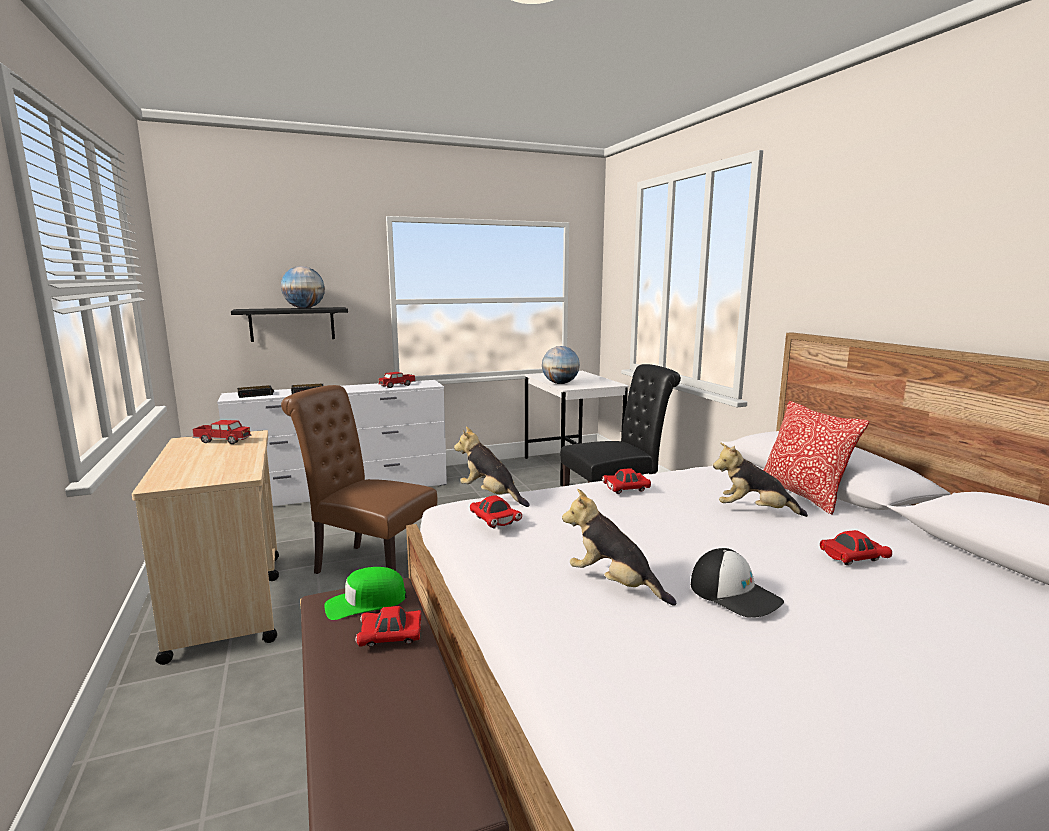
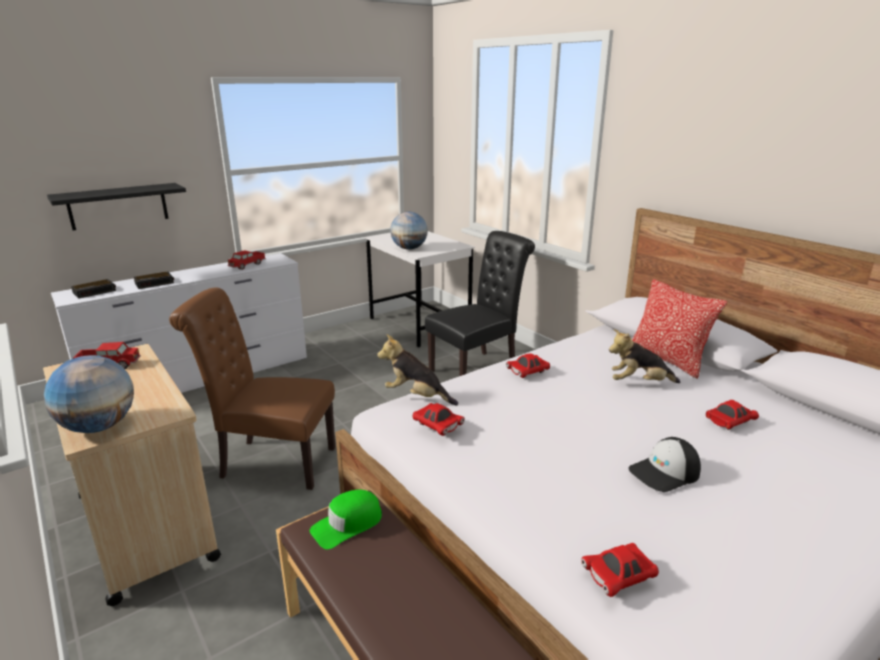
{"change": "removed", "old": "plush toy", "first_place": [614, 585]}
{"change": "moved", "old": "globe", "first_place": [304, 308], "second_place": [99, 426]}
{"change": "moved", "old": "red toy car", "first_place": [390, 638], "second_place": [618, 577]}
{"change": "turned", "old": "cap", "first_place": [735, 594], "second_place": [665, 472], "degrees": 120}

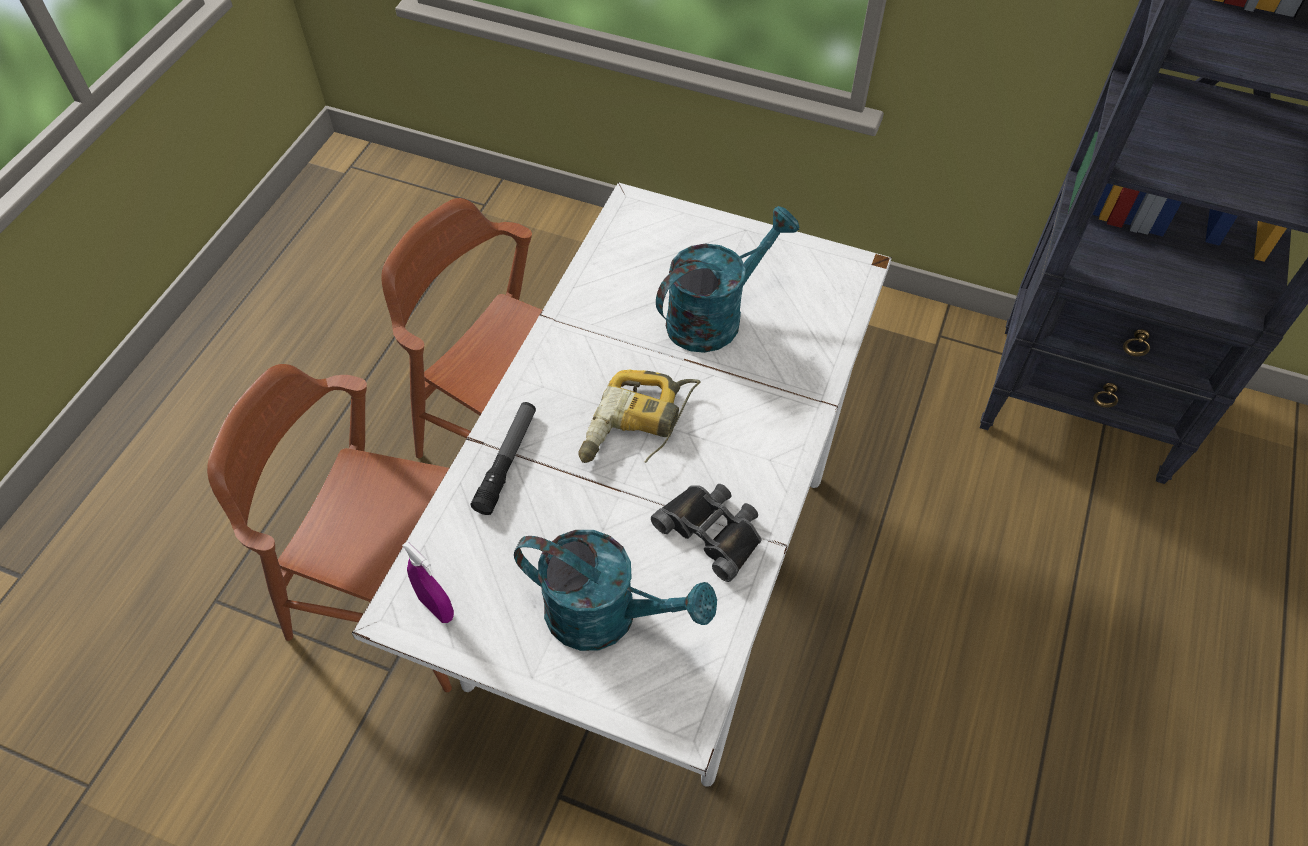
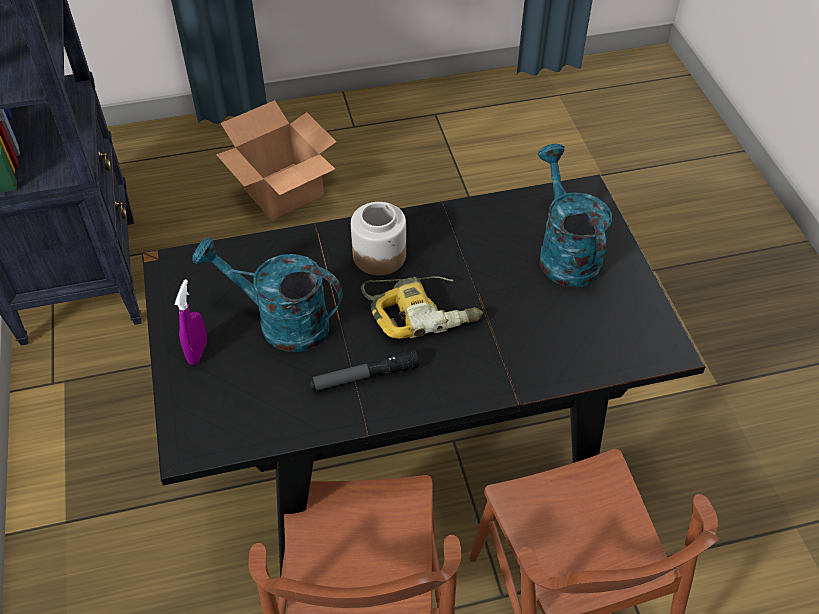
{"change": "removed", "old": "black binoculars", "first_place": [712, 530]}
{"change": "added", "new": "cardboard box", "second_place": [283, 190]}
{"change": "added", "new": "jar", "second_place": [379, 255]}
{"change": "moved", "old": "purple spray bottle", "first_place": [436, 607], "second_place": [197, 352]}
{"change": "moved", "old": "flashlight", "first_place": [507, 462], "second_place": [364, 376]}
{"change": "recoloured", "old": "white dining table", "new": "black dining table", "first_place": [653, 573], "second_place": [409, 451]}

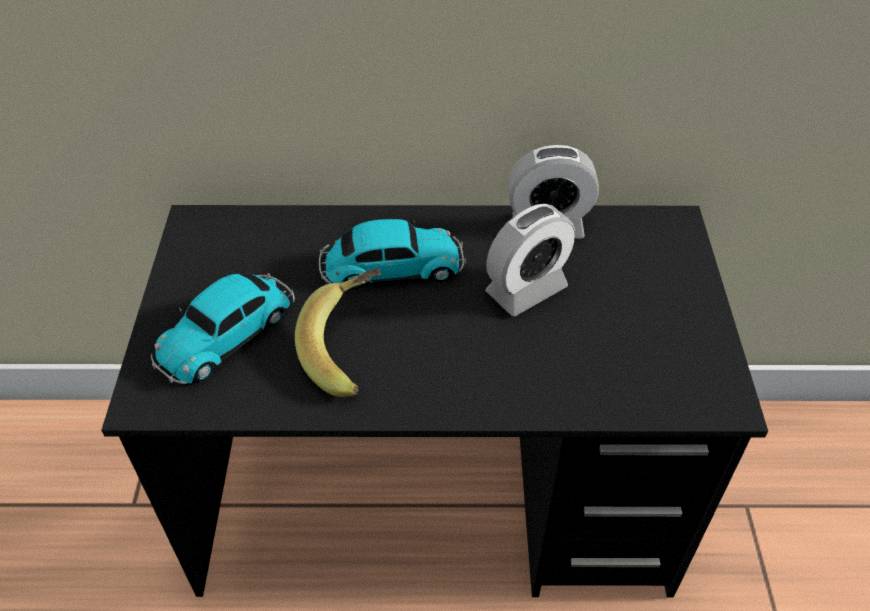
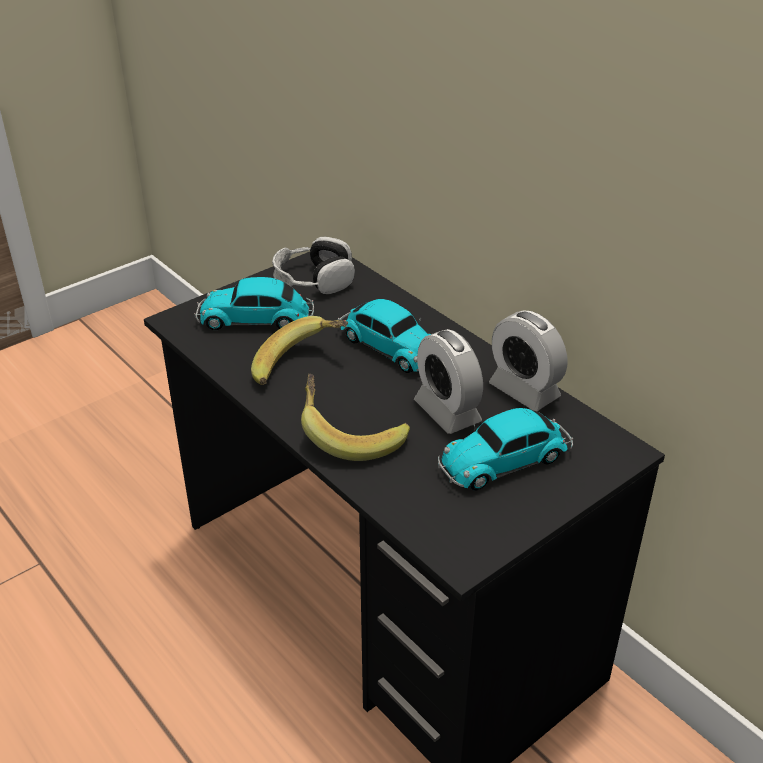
{"change": "added", "new": "headphones", "second_place": [313, 280]}
{"change": "added", "new": "banana", "second_place": [350, 435]}
{"change": "added", "new": "toy car", "second_place": [506, 460]}
{"change": "turned", "old": "alarm clock", "first_place": [526, 290], "second_place": [447, 411], "degrees": 45}

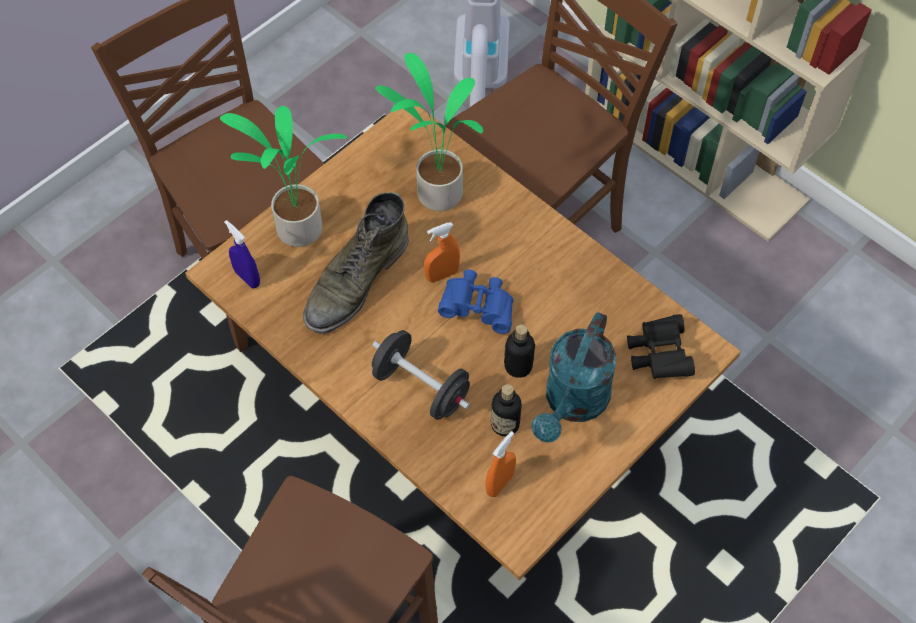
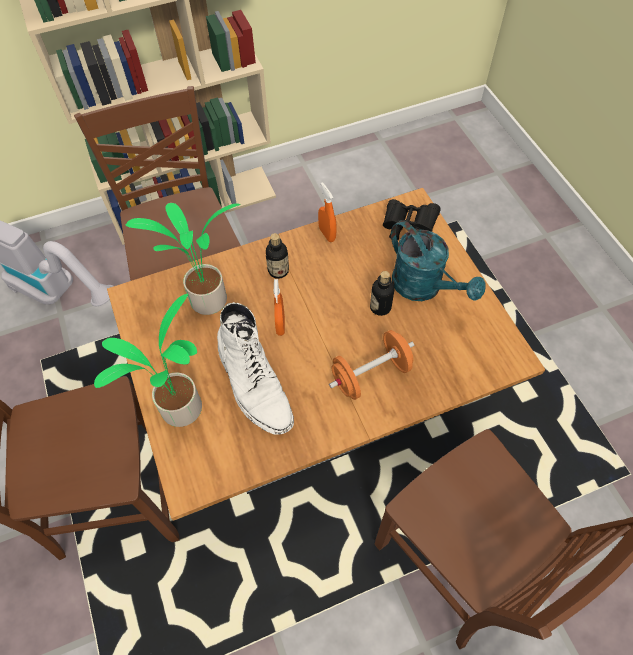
{"change": "removed", "old": "blue spray bottle", "first_place": [247, 278]}
{"change": "removed", "old": "blue binoculars", "first_place": [478, 308]}
{"change": "moved", "old": "orange spray bottle", "first_place": [500, 483], "second_place": [327, 234]}
{"change": "moved", "old": "bottle", "first_place": [505, 424], "second_place": [278, 271]}
{"change": "recoloured", "old": "green boot", "new": "white boot", "first_place": [356, 281], "second_place": [254, 385]}
{"change": "recoloured", "old": "black dumbbell", "new": "orange dumbbell", "first_place": [421, 387], "second_place": [370, 374]}

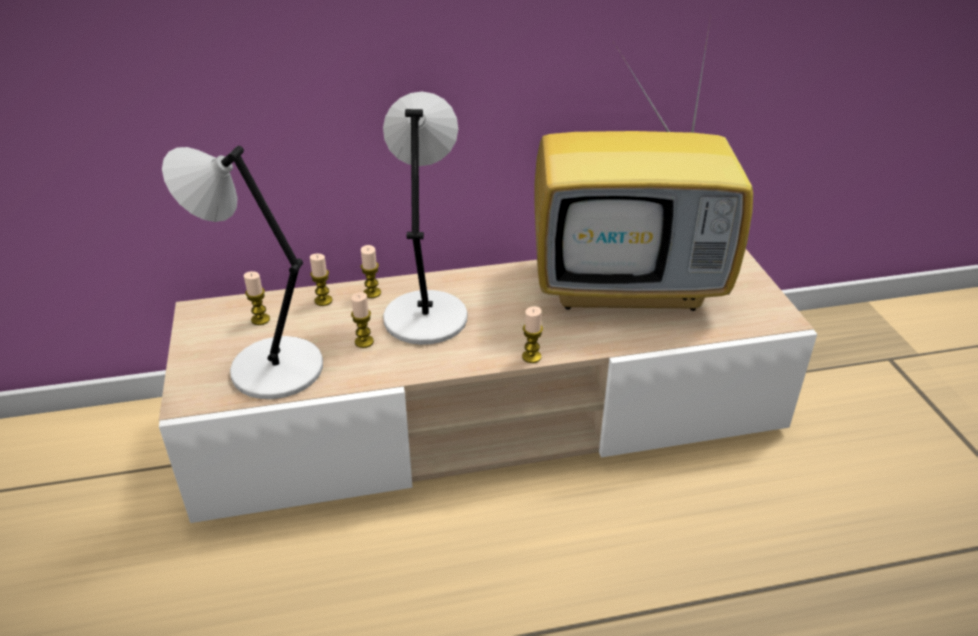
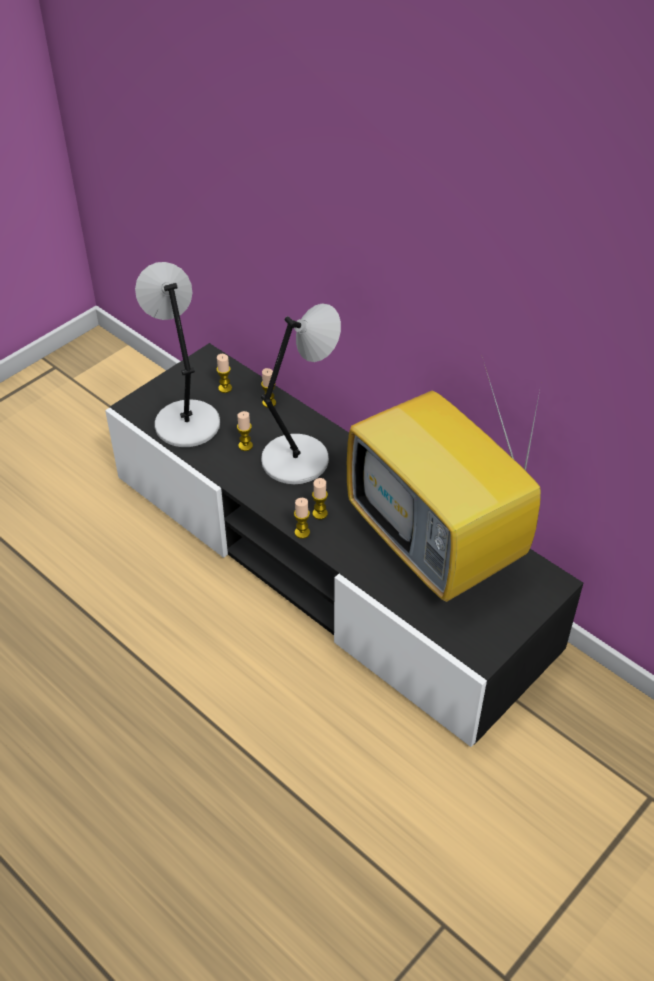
{"change": "moved", "old": "candle", "first_place": [372, 293], "second_place": [320, 513]}
{"change": "recoloured", "old": "beige tv stand", "new": "black tv stand", "first_place": [489, 416], "second_place": [327, 561]}

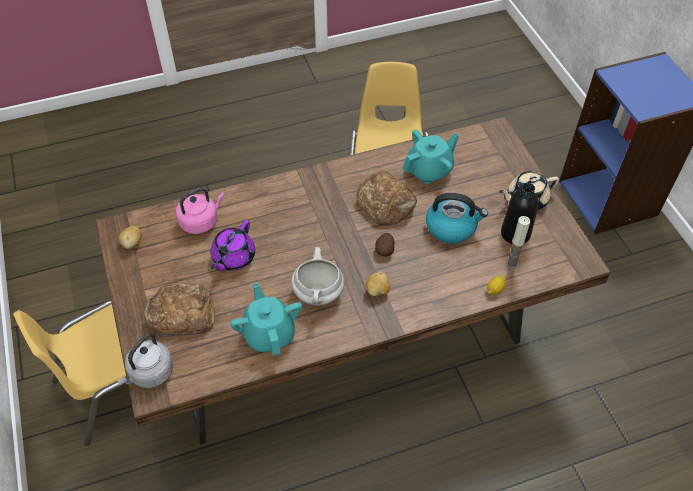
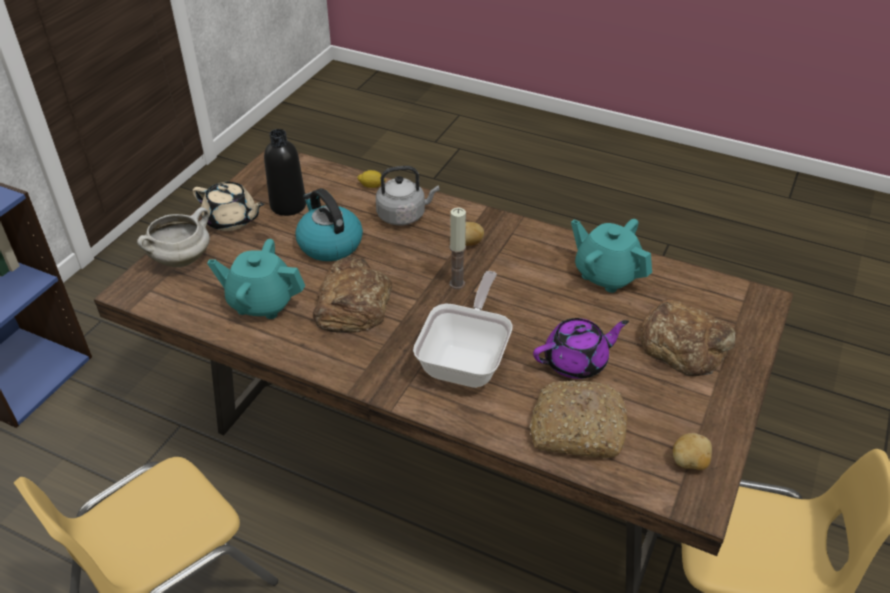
{"change": "removed", "old": "potato", "first_place": [385, 249]}
{"change": "added", "new": "frying pan", "second_place": [467, 360]}
{"change": "moved", "old": "grey kettle", "first_place": [150, 373], "second_place": [404, 215]}
{"change": "moved", "old": "white cooking pot", "first_place": [319, 294], "second_place": [181, 259]}
{"change": "moved", "old": "candle", "first_place": [512, 264], "second_place": [457, 284]}
{"change": "replaced", "old": "pink kettle", "new": "bread", "first_place": [201, 221], "second_place": [576, 429]}
{"change": "turned", "old": "turquoise teapot", "first_place": [269, 334], "second_place": [606, 275], "degrees": 105}

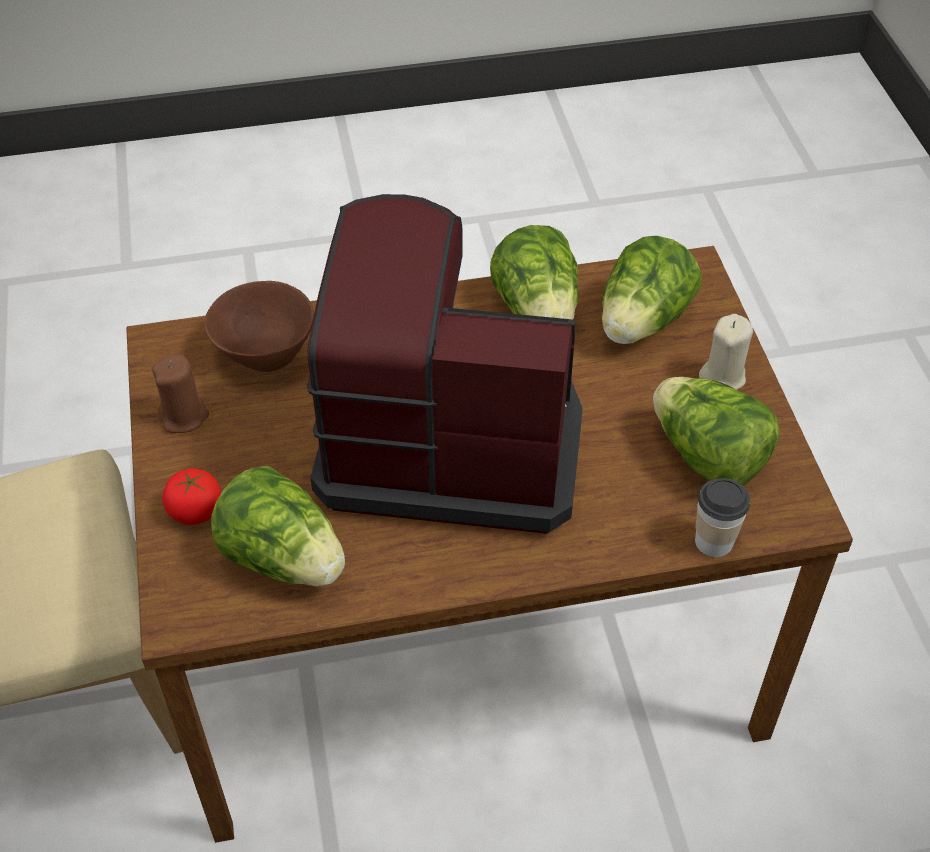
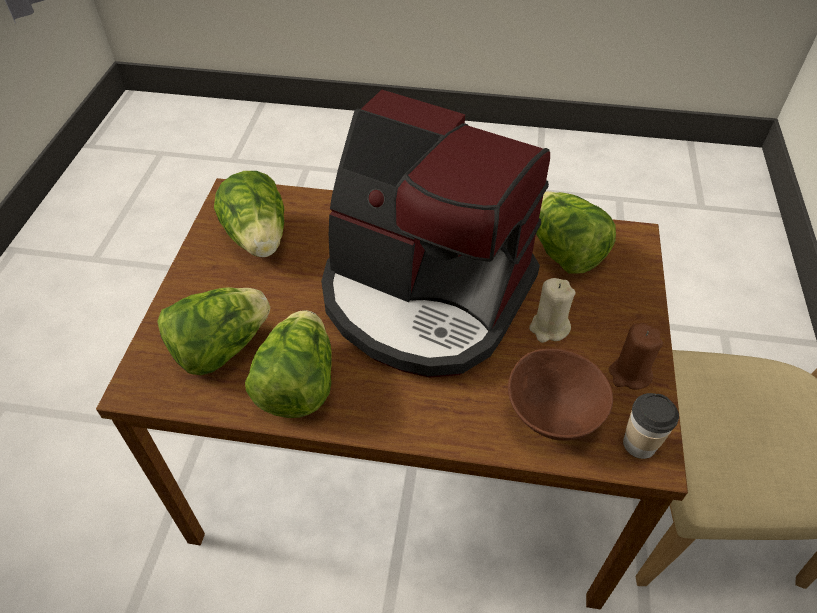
{"change": "removed", "old": "tomato", "first_place": [195, 511]}
{"change": "moved", "old": "cup", "first_place": [714, 541], "second_place": [639, 444]}
{"change": "moved", "old": "beige candle", "first_place": [722, 376], "second_place": [549, 328]}

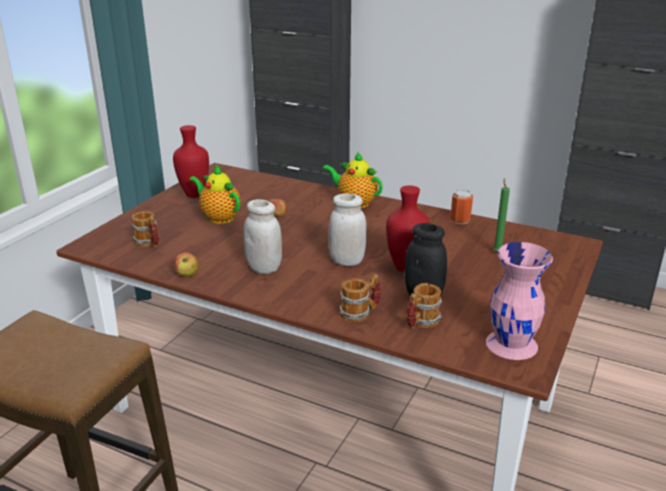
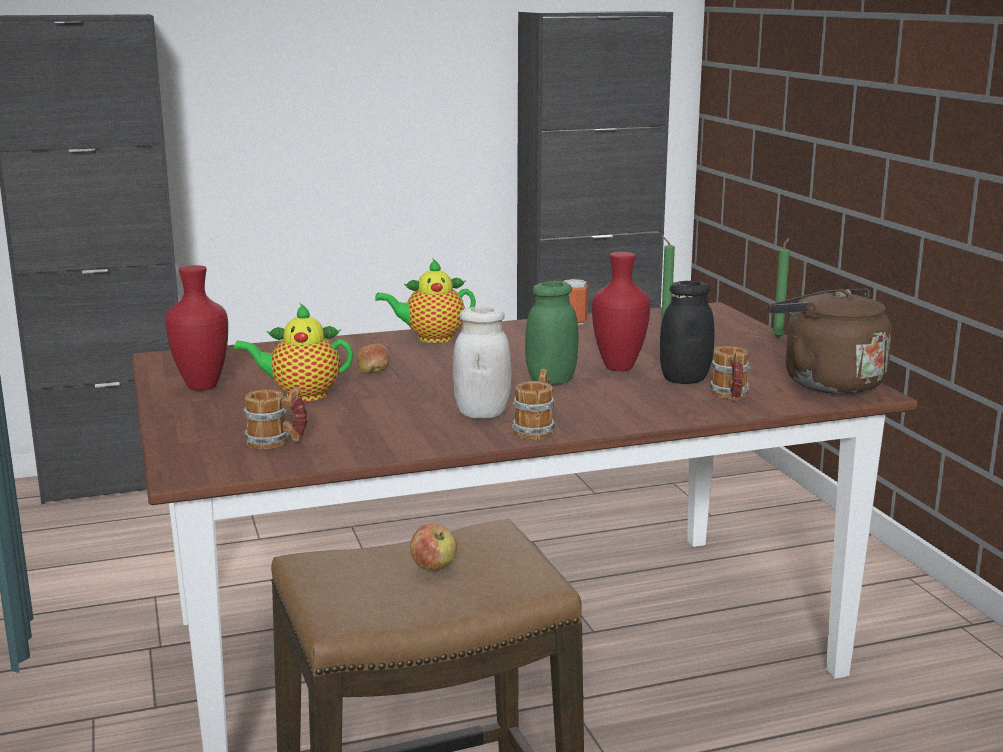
{"change": "added", "new": "green candle", "second_place": [778, 338]}
{"change": "moved", "old": "apple", "first_place": [187, 274], "second_place": [434, 568]}
{"change": "moved", "old": "mug", "first_place": [360, 313], "second_place": [536, 429]}
{"change": "replaced", "old": "pink vase", "new": "brown kettle", "first_place": [512, 344], "second_place": [826, 382]}
{"change": "recoloured", "old": "white jar", "new": "green jar", "first_place": [347, 261], "second_place": [551, 381]}

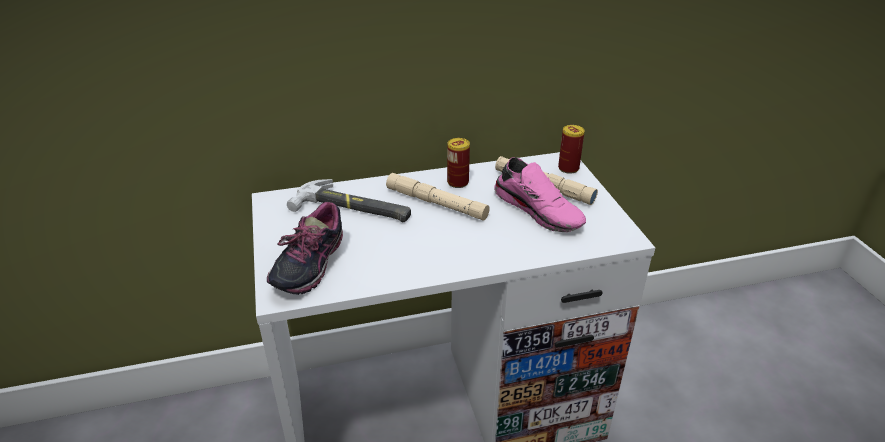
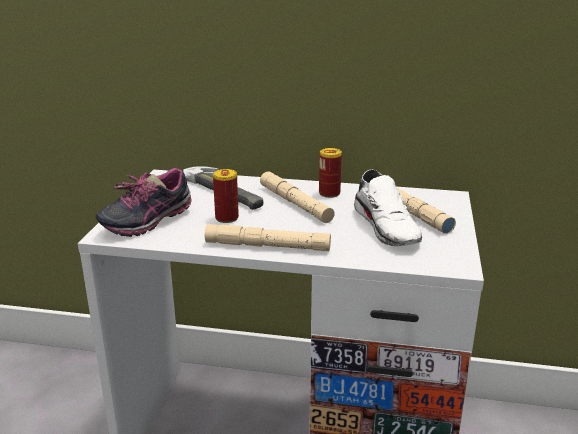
{"change": "added", "new": "beige flashlight", "second_place": [267, 246]}
{"change": "moved", "old": "can", "first_place": [568, 168], "second_place": [227, 218]}
{"change": "recoloured", "old": "pink shoe", "new": "white shoe", "first_place": [539, 210], "second_place": [388, 227]}

